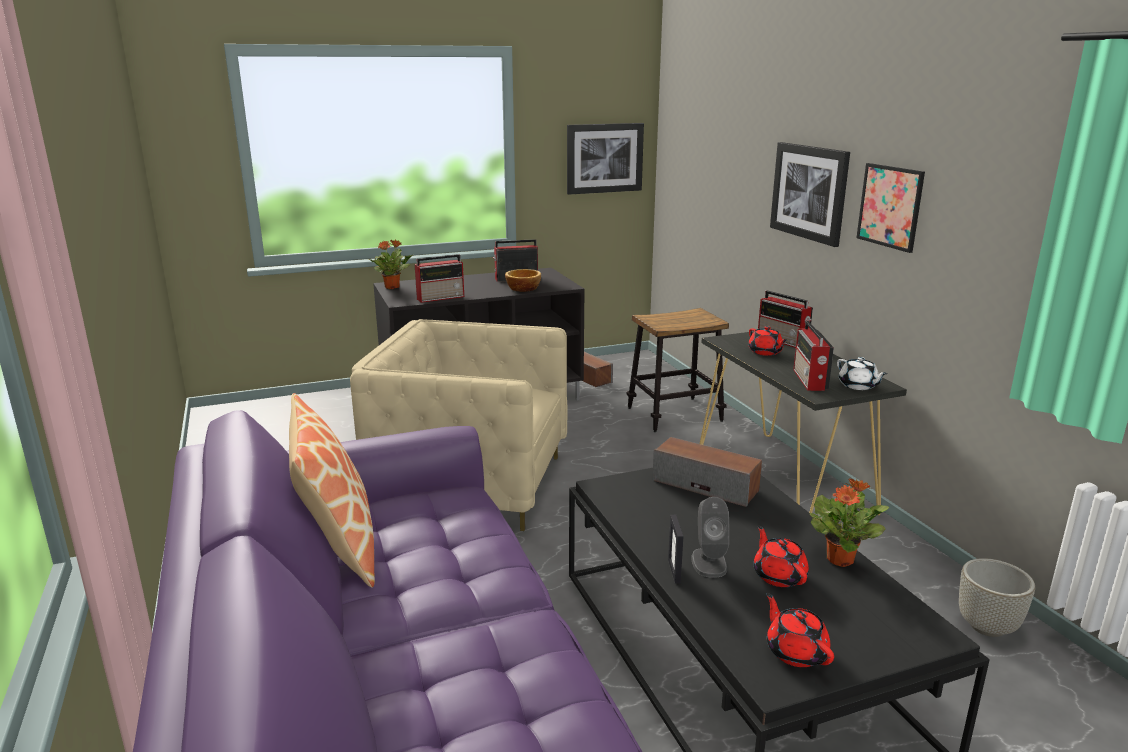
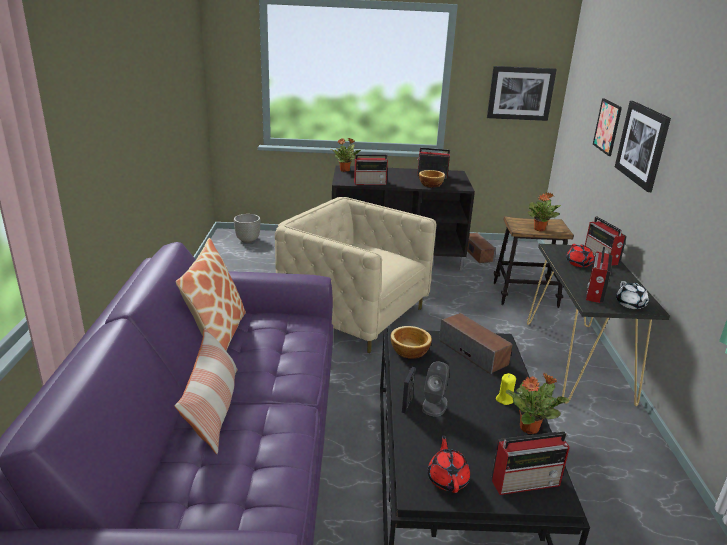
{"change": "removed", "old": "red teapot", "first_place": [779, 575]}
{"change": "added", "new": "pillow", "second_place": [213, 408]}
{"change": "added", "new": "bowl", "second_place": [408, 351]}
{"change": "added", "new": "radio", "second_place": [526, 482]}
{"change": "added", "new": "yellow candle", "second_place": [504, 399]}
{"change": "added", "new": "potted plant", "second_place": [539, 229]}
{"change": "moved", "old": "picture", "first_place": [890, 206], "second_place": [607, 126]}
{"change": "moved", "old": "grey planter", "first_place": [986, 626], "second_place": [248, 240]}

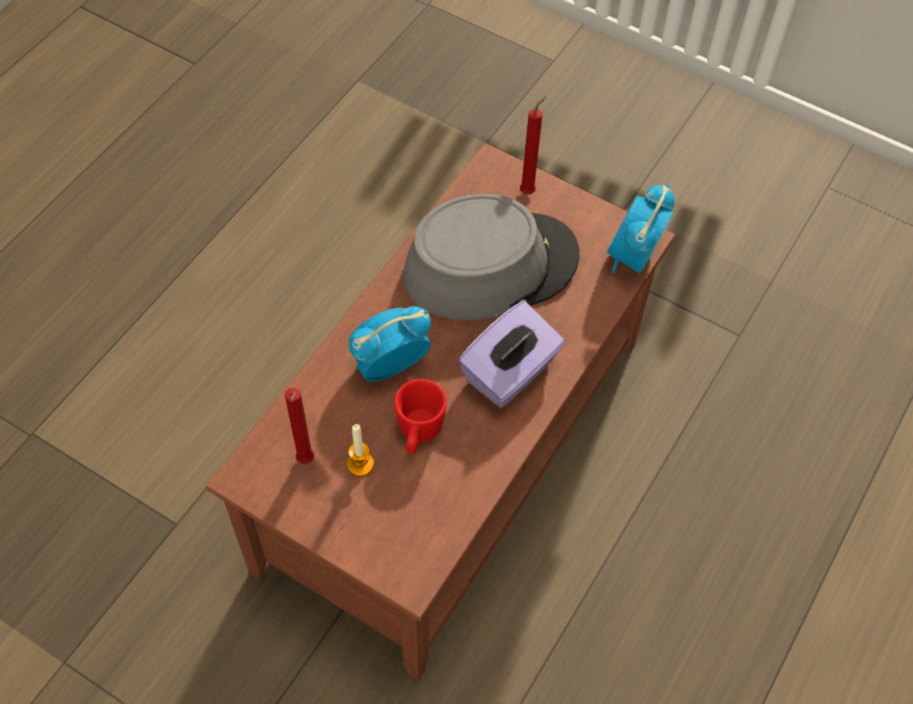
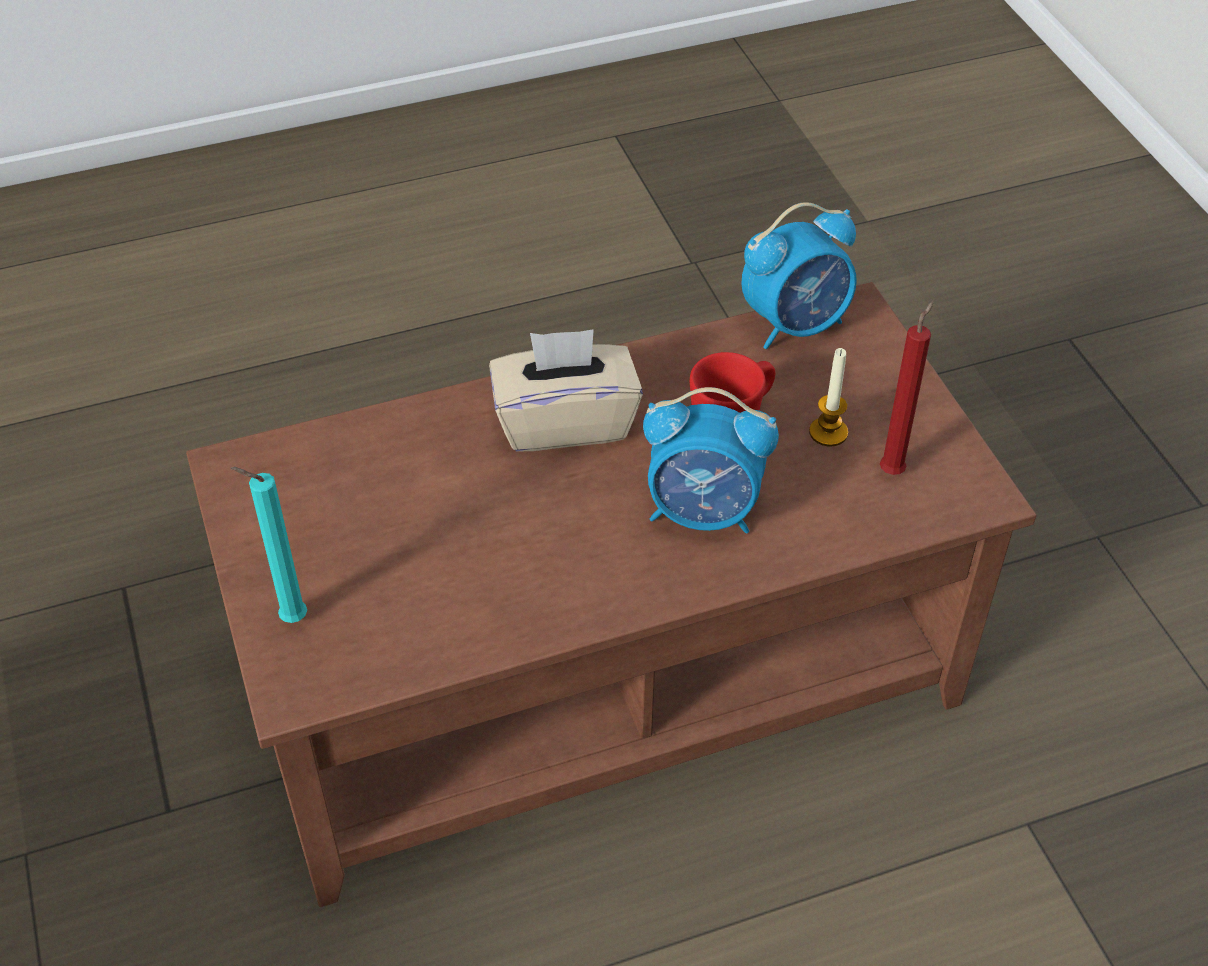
{"change": "removed", "old": "grey hat", "first_place": [490, 266]}
{"change": "moved", "old": "alarm clock", "first_place": [633, 256], "second_place": [796, 324]}
{"change": "recoloured", "old": "purple tissue box", "new": "beige tissue box", "first_place": [510, 373], "second_place": [565, 422]}
{"change": "recoloured", "old": "red candle", "new": "turquoise candle", "first_place": [529, 191], "second_place": [289, 619]}

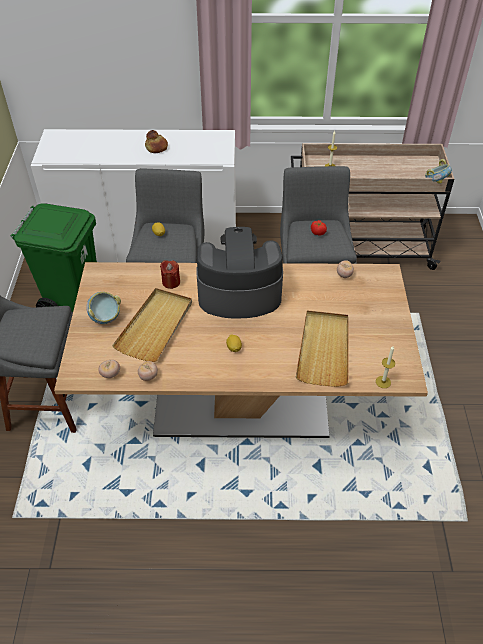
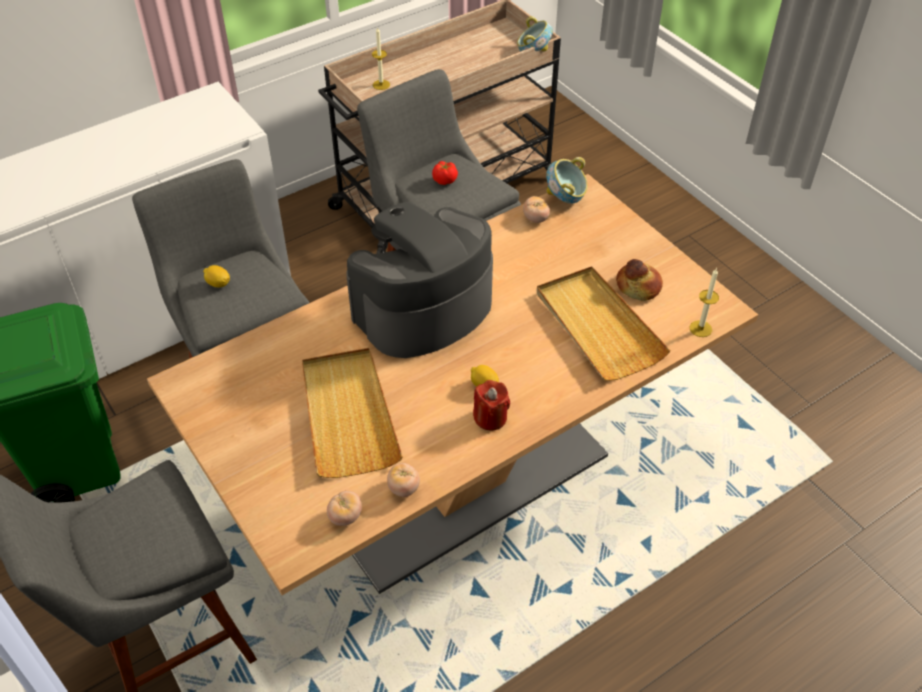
{"change": "moved", "old": "bowl", "first_place": [105, 318], "second_place": [565, 198]}
{"change": "moved", "old": "bread", "first_place": [157, 147], "second_place": [639, 286]}
{"change": "moved", "old": "red candle", "first_place": [171, 282], "second_place": [490, 417]}

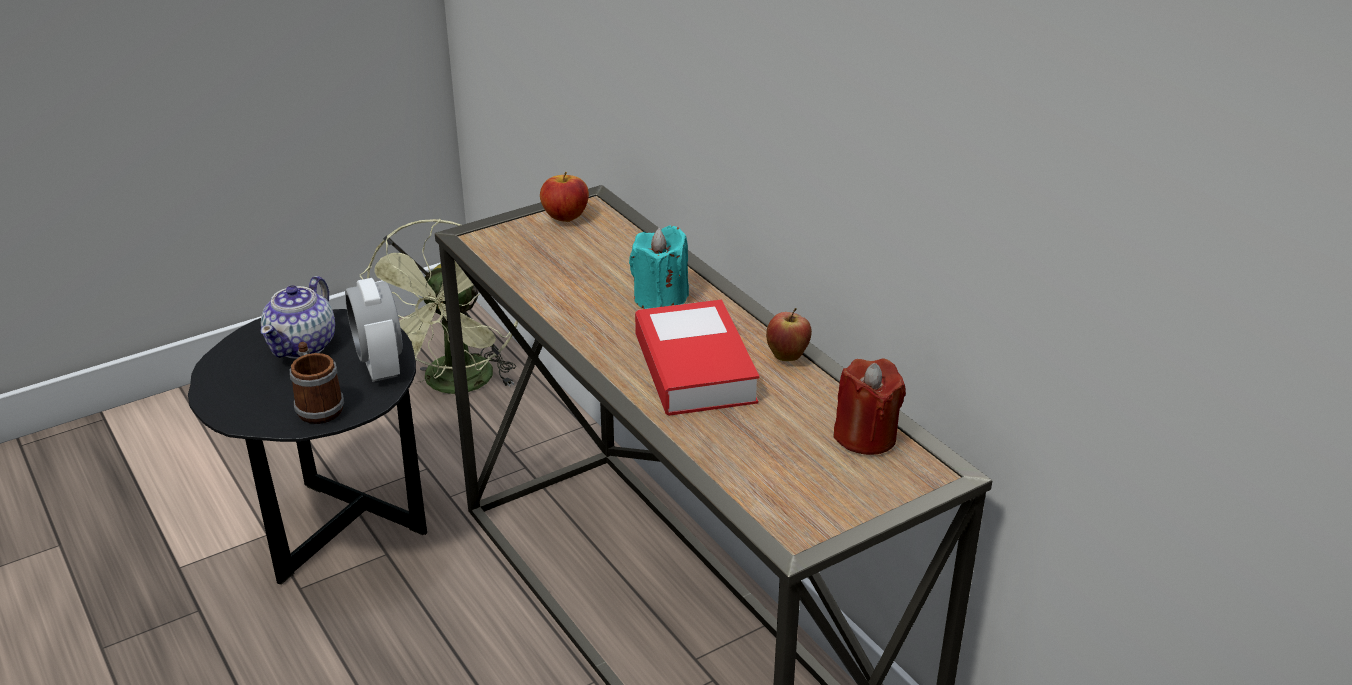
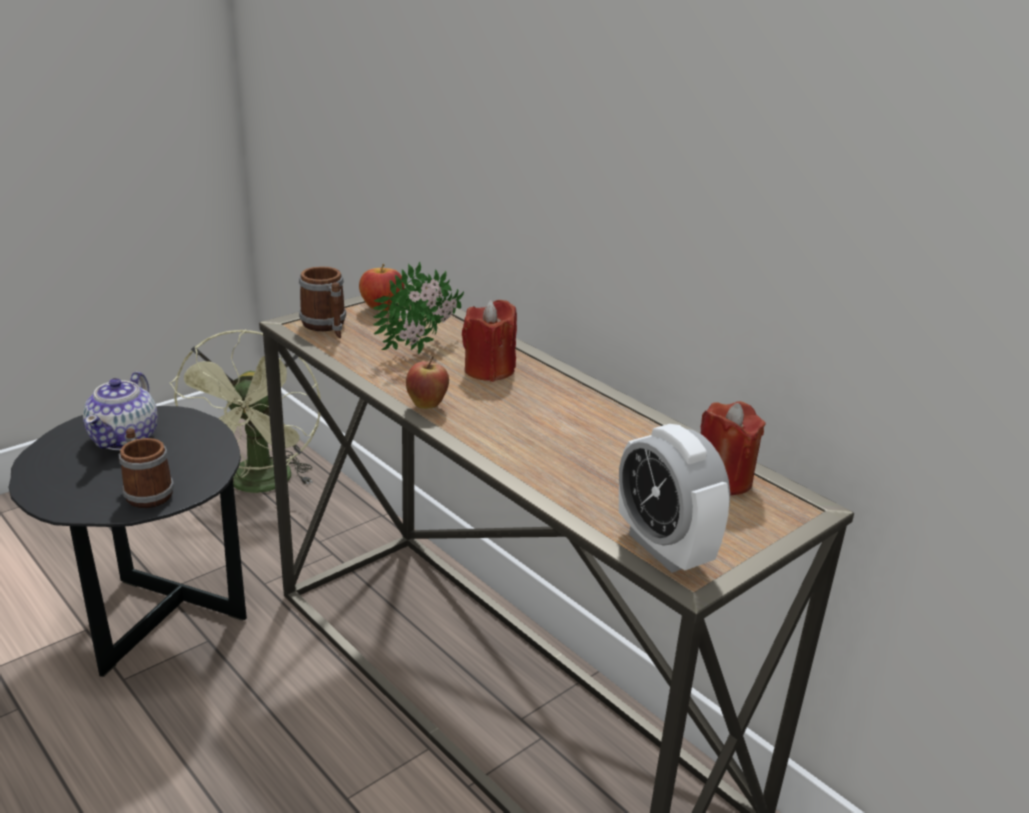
{"change": "removed", "old": "book", "first_place": [694, 368]}
{"change": "added", "new": "mug", "second_place": [327, 327]}
{"change": "added", "new": "potted plant", "second_place": [424, 348]}
{"change": "moved", "old": "alarm clock", "first_place": [380, 366], "second_place": [664, 548]}
{"change": "moved", "old": "apple", "first_place": [787, 357], "second_place": [427, 405]}
{"change": "recoloured", "old": "turquoise candle", "new": "red candle", "first_place": [660, 298], "second_place": [489, 370]}

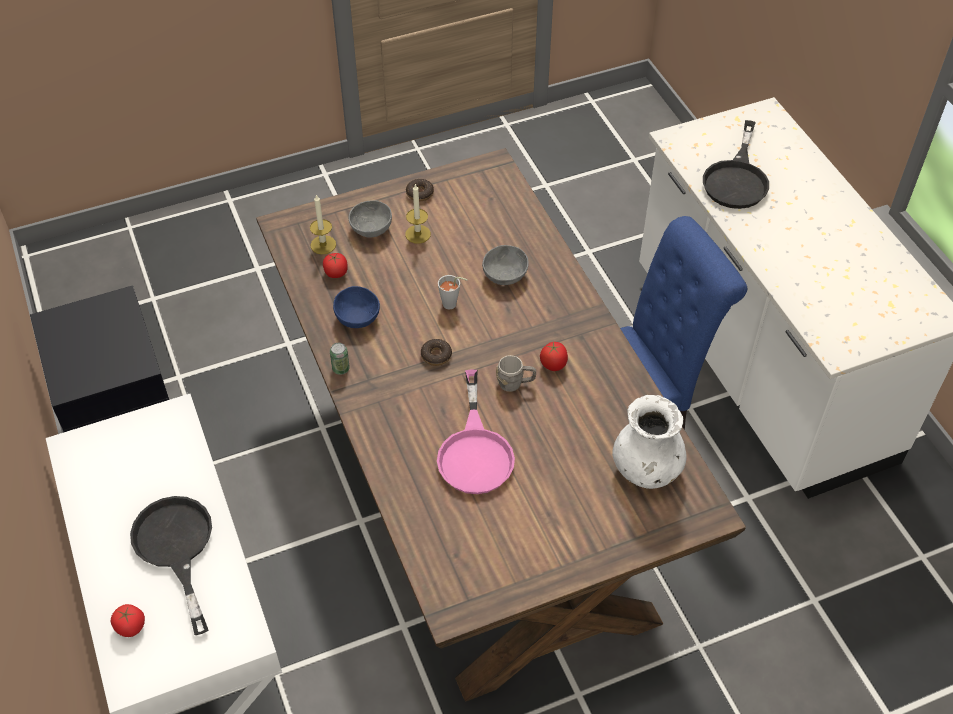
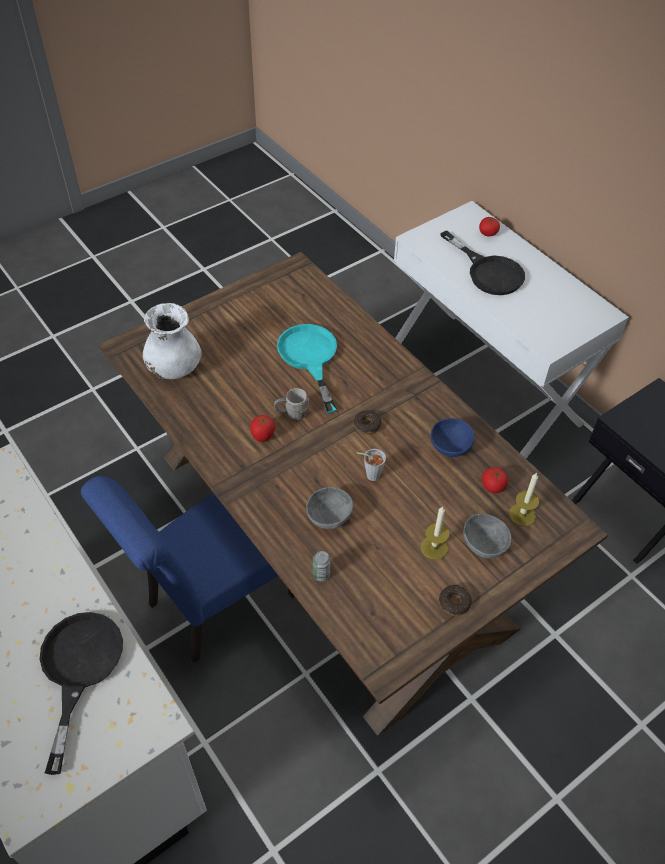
{"change": "moved", "old": "can", "first_place": [341, 369], "second_place": [321, 574]}
{"change": "recoloured", "old": "pink frying pan", "new": "turquoise frying pan", "first_place": [475, 451], "second_place": [310, 358]}

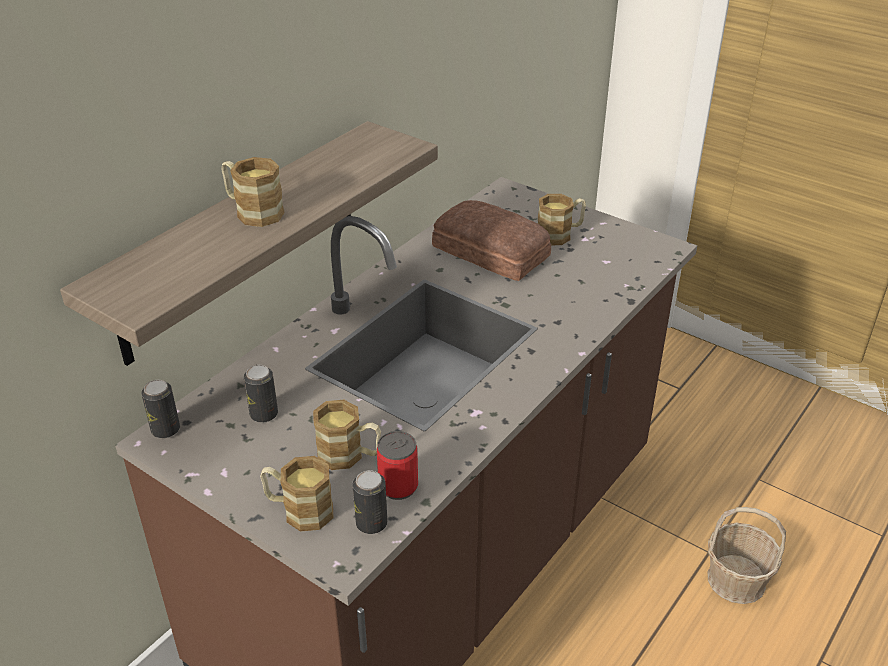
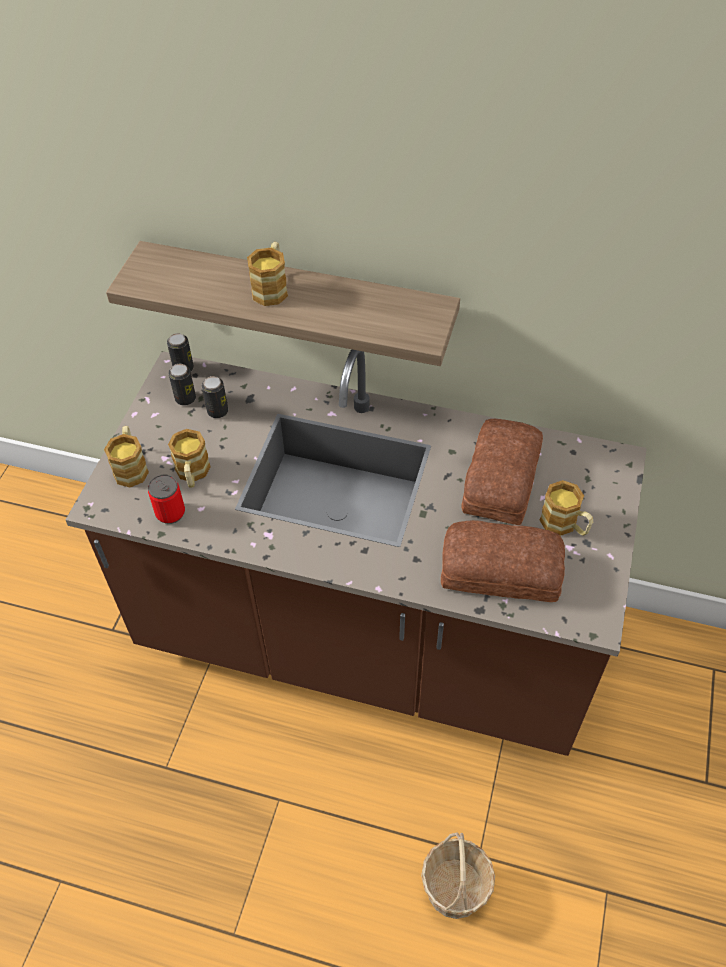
{"change": "added", "new": "bread", "second_place": [499, 567]}
{"change": "moved", "old": "can", "first_place": [371, 523], "second_place": [185, 398]}

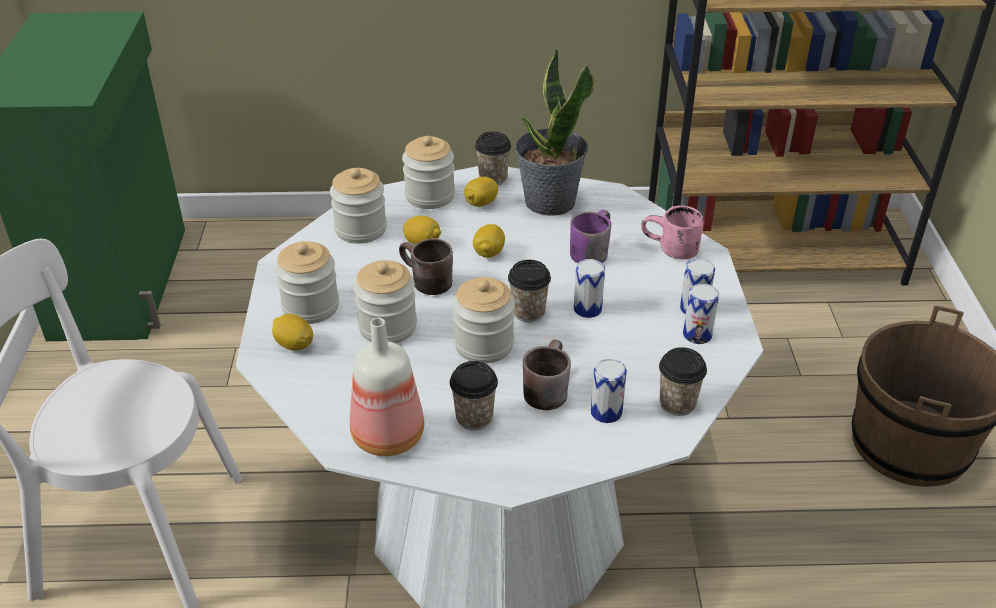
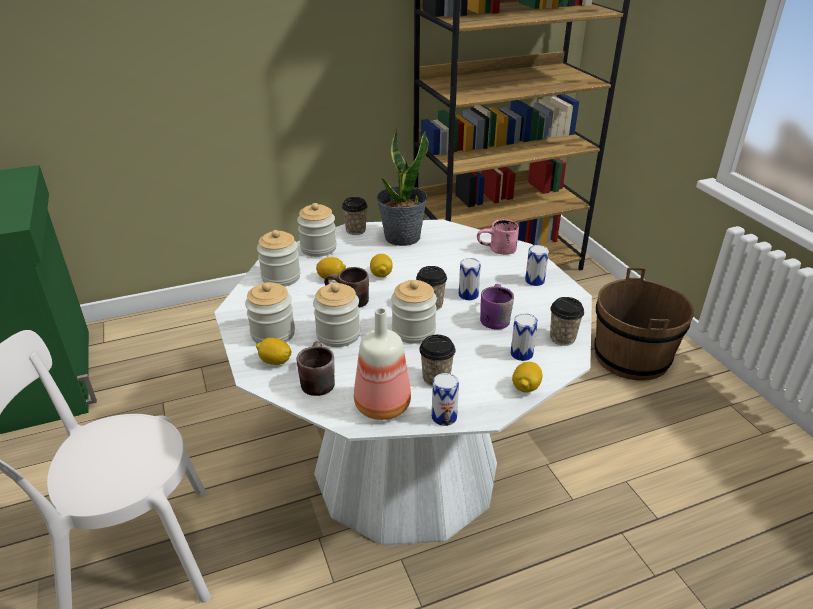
{"change": "moved", "old": "lemon", "first_place": [481, 203], "second_place": [526, 387]}
{"change": "moved", "old": "brown mug", "first_place": [544, 389], "second_place": [315, 380]}
{"change": "moved", "old": "purple mug", "first_place": [589, 250], "second_place": [492, 317]}
{"change": "moved", "old": "can", "first_place": [697, 335], "second_place": [444, 417]}

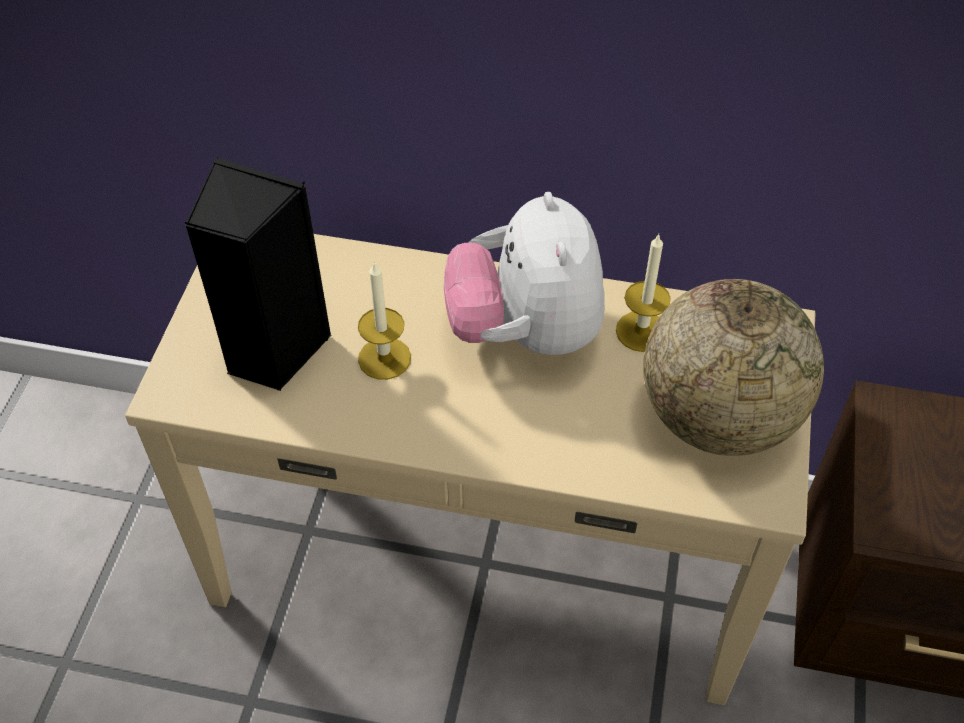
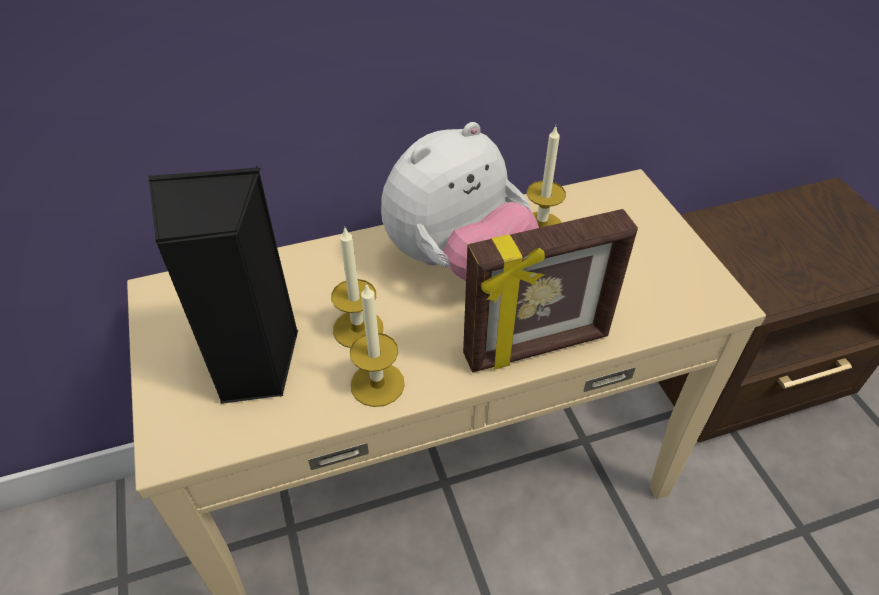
{"change": "removed", "old": "globe", "first_place": [717, 417]}
{"change": "added", "new": "candle", "second_place": [377, 384]}
{"change": "added", "new": "picture frame", "second_place": [537, 348]}
{"change": "turned", "old": "plush toy", "first_place": [525, 332], "second_place": [457, 262], "degrees": -90}

